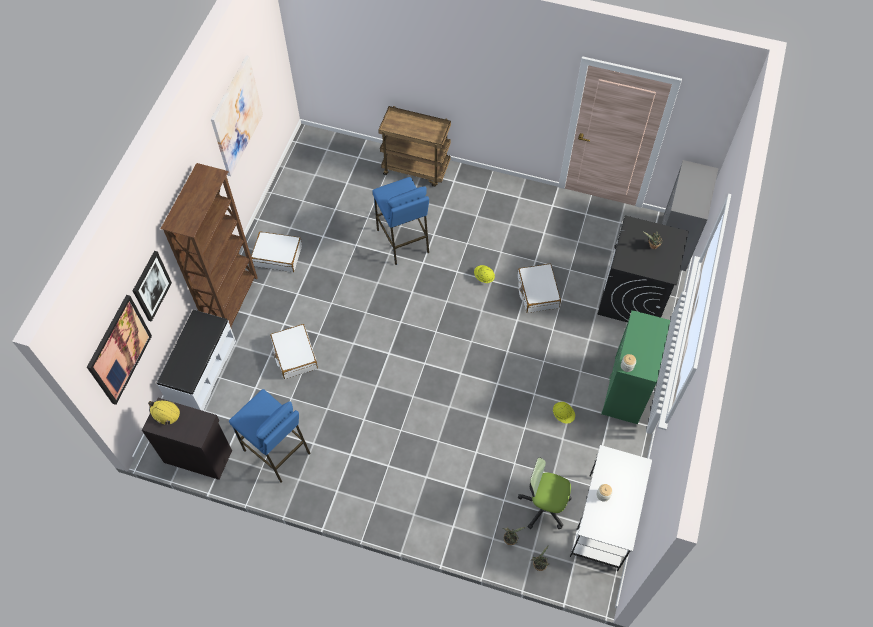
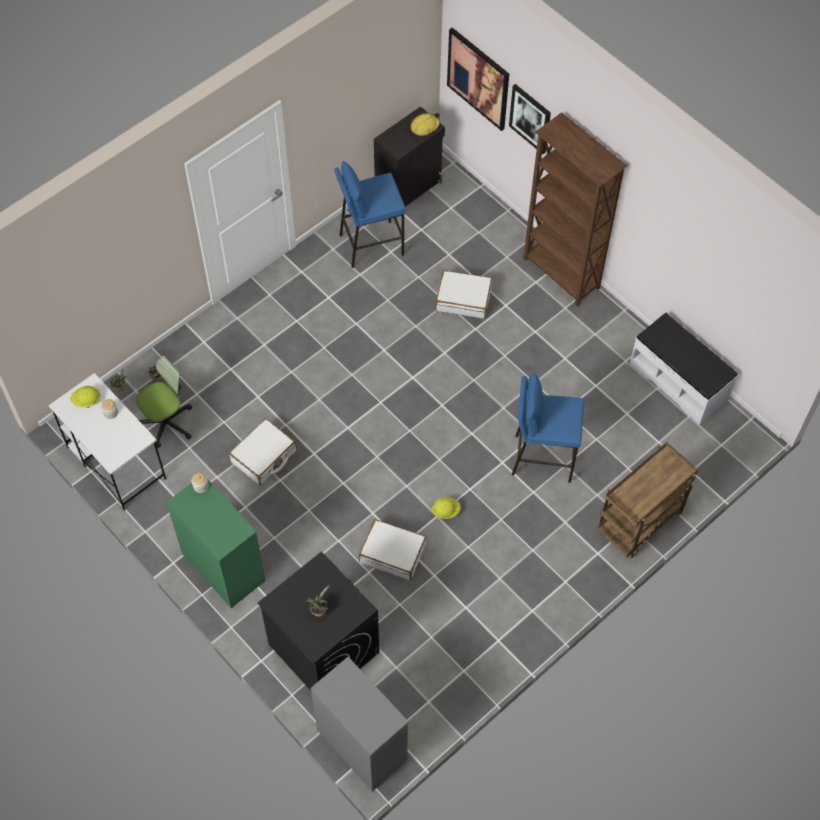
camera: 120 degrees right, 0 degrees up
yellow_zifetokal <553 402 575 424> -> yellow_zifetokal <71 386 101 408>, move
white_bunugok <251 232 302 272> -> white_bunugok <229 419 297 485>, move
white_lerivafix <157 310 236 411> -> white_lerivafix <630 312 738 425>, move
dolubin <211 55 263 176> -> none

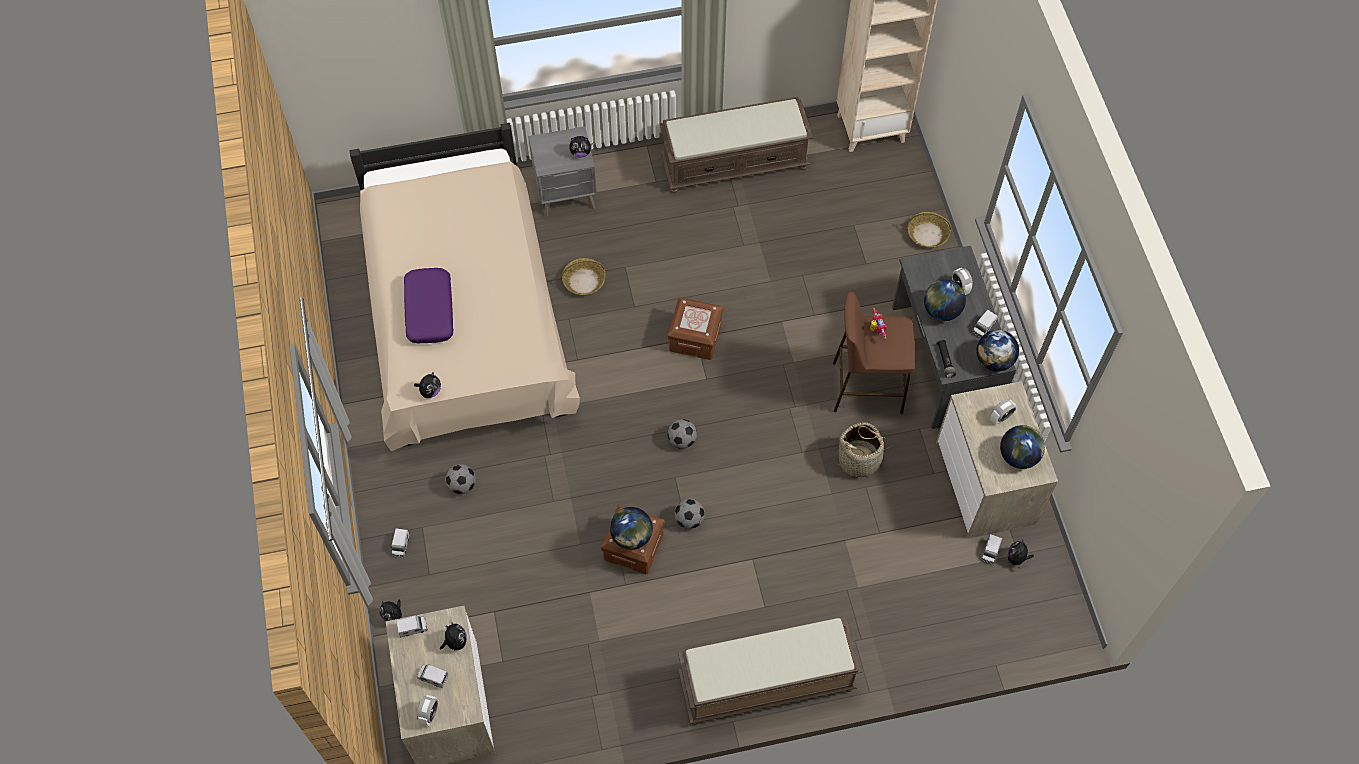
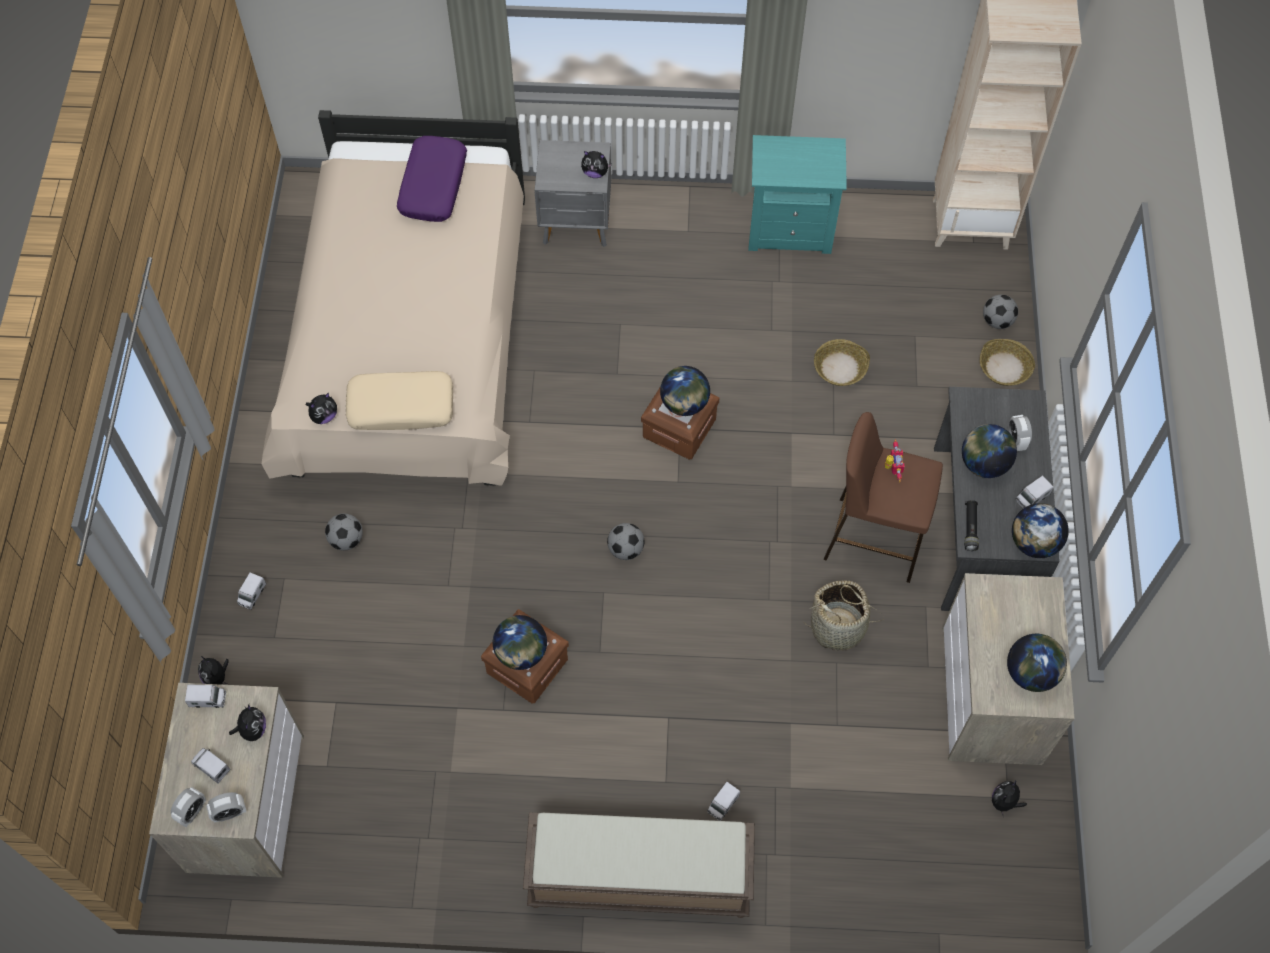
camera: 15 degrees right, 0 degrees up
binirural <990 399 1016 425> -> binirural <206 792 246 822>, move
none -> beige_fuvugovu <346 371 453 430>
purple_fuvugovu <404 268 453 343> -> purple_fuvugovu <397 136 467 222>, move
none -> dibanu <660 366 710 416>
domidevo <981 534 1002 564> -> domidevo <707 782 740 821>, move
brown_lerivafix <660 97 813 193> -> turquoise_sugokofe <748 135 847 254>
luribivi <562 258 606 295> -> luribivi <814 339 870 386>, move
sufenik <675 499 705 529> -> sufenik <983 295 1018 329>, move

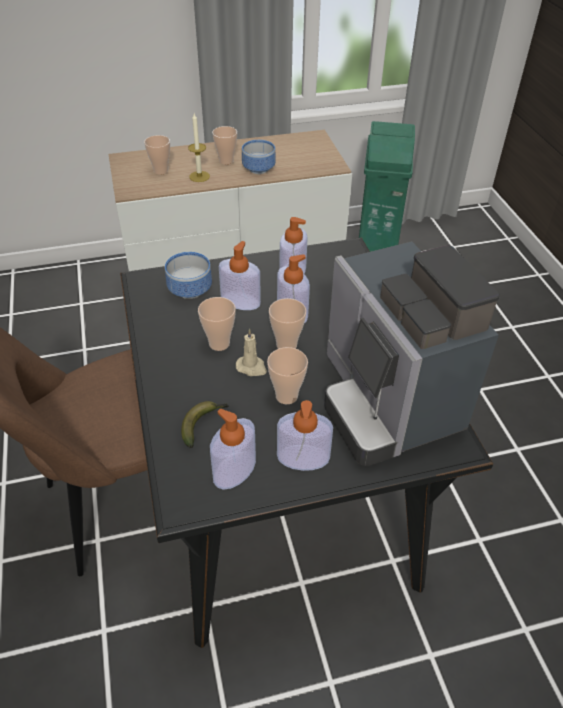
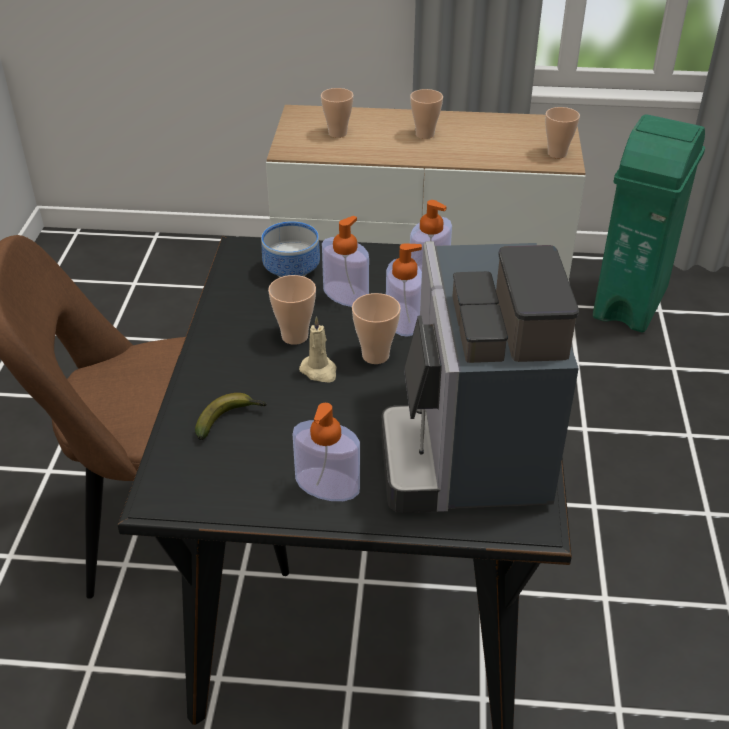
camera: 20 degrees right, 5 degrees down
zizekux <267 347 308 404> -> zizekux <545 107 580 158>, move
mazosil <188 113 210 182> -> none
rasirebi <210 409 256 490> -> none
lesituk <242 140 276 174> -> none

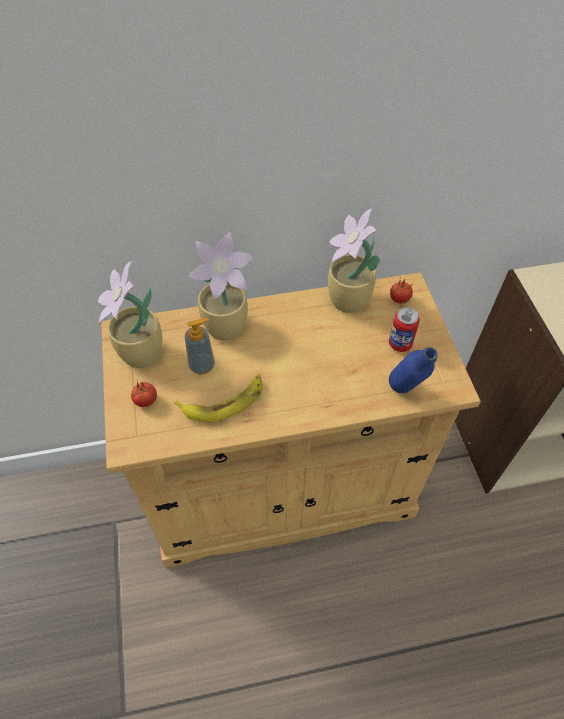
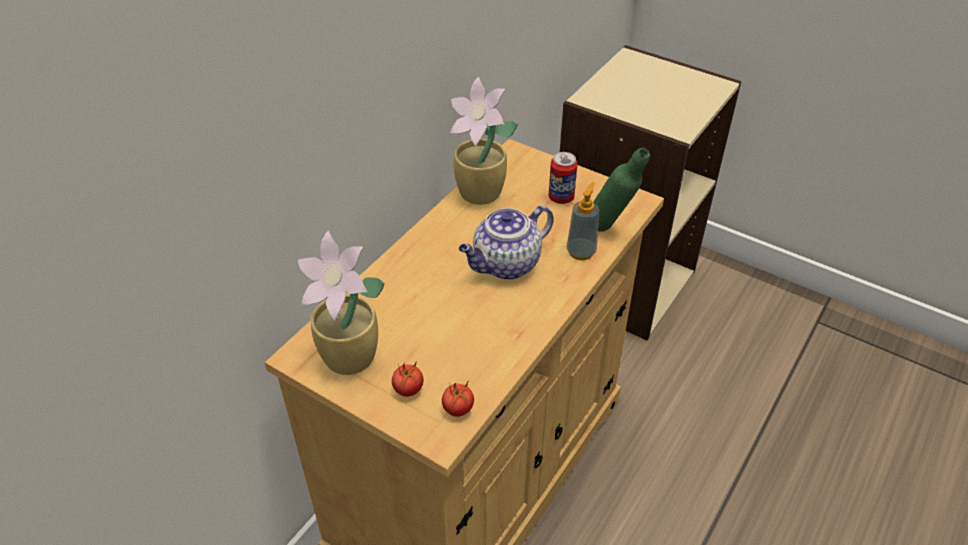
camera: 45 degrees left, 10 degrees down
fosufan <390 279 413 303> -> fosufan <442 382 474 417>, move
none -> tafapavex <459 205 554 280>
rasirebi <185 318 215 375> -> rasirebi <567 182 599 260>, move
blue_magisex <389 347 438 393> -> green_magisex <593 148 650 232>
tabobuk <174 374 263 422> -> none
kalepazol <188 232 254 341> -> none

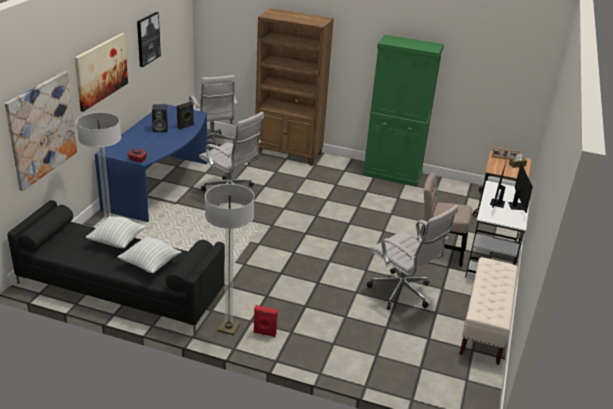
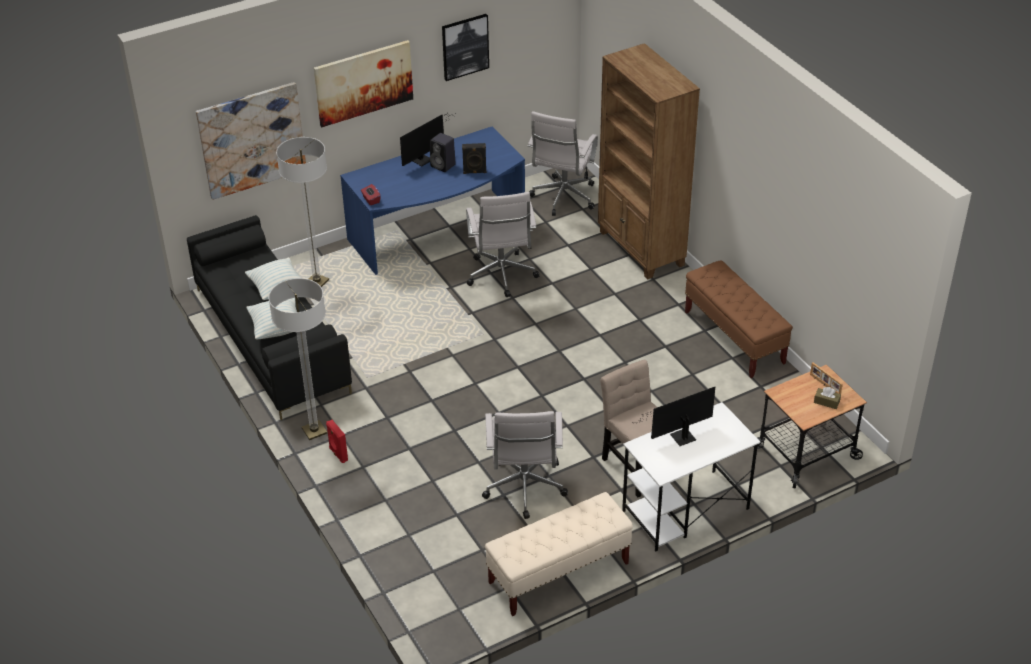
camera: 45 degrees right, 10 degrees up
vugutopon <508 161 533 213> -> vugutopon <400 112 454 167>, move
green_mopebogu <362 35 444 187> -> brown_lerivafix <685 260 793 378>

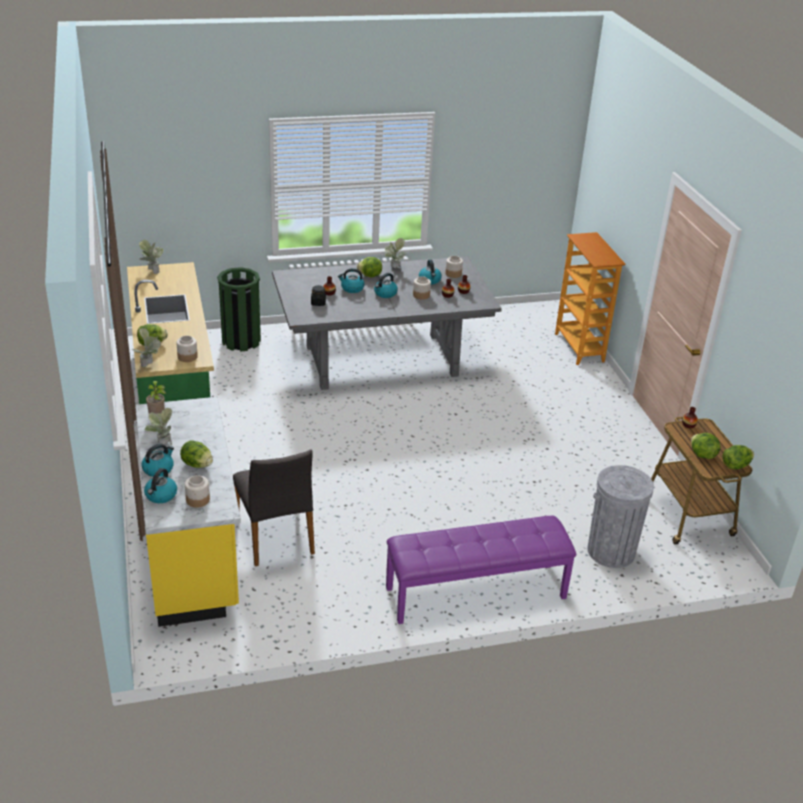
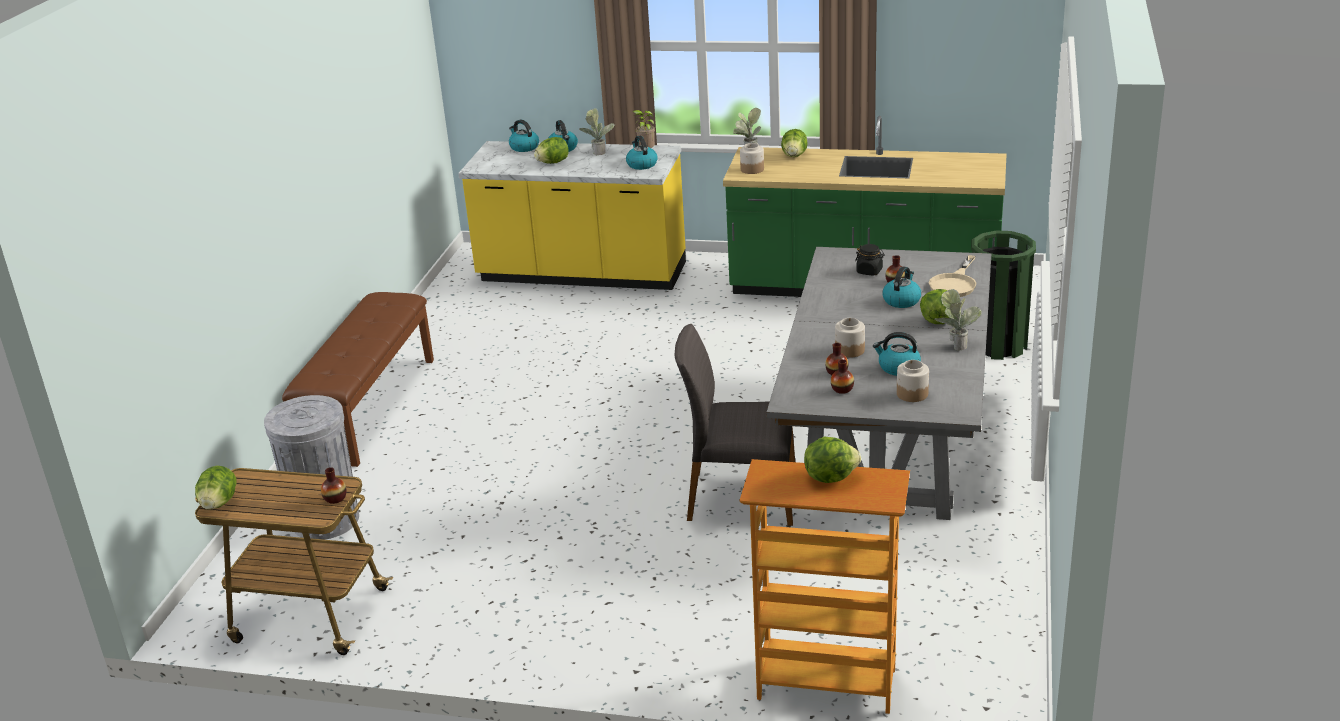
camera: 120 degrees right, 5 degrees down
purple_lerivafix <386 516 576 624> -> brown_lerivafix <282 292 434 467>
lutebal <374 273 398 298> -> lutebal <626 136 658 170>, move
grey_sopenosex <233 449 315 566> -> grey_sopenosex <674 324 795 526>, move
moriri <691 433 720 459> -> moriri <804 437 861 483>, move
none -> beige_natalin <929 255 977 297>
kalepazol <139 239 164 274> -> none
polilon <185 475 210 508> -> none

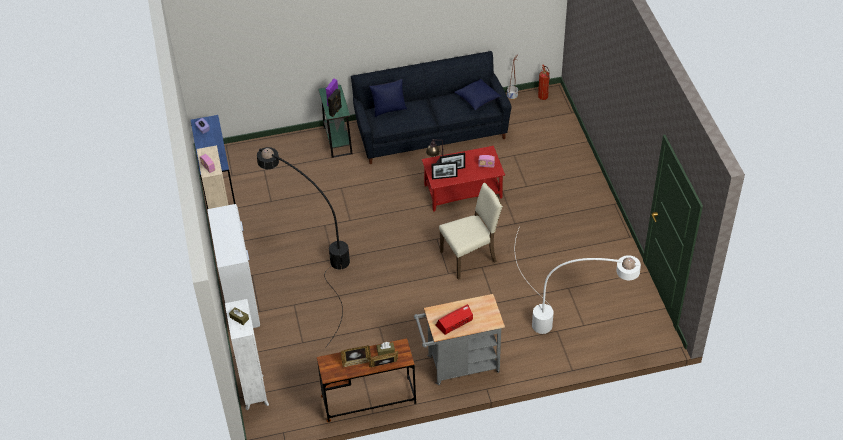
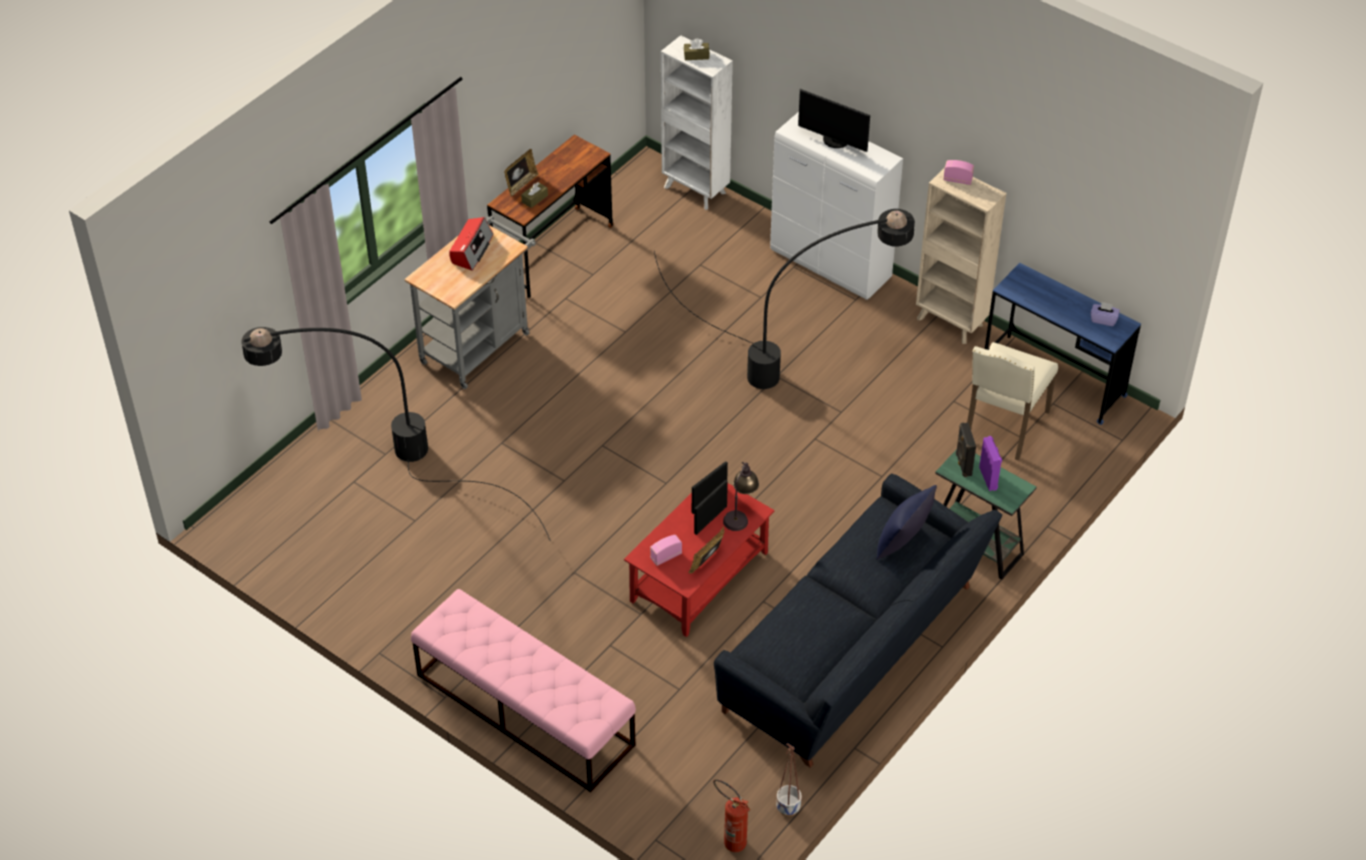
camera: 140 degrees right, 0 degrees up
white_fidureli <515 229 641 334> -> black_fidureli <242 327 551 542>
none -> pink_lerivafix <411 589 636 793>
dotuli <341 345 371 367> -> dotuli <689 526 725 574>, move
none -> vugutopon <798 89 870 152>
beige_sopenosex <439 183 503 280> -> beige_sopenosex <967 342 1058 460>, move
blue_fuvugovu <454 79 502 110> -> none

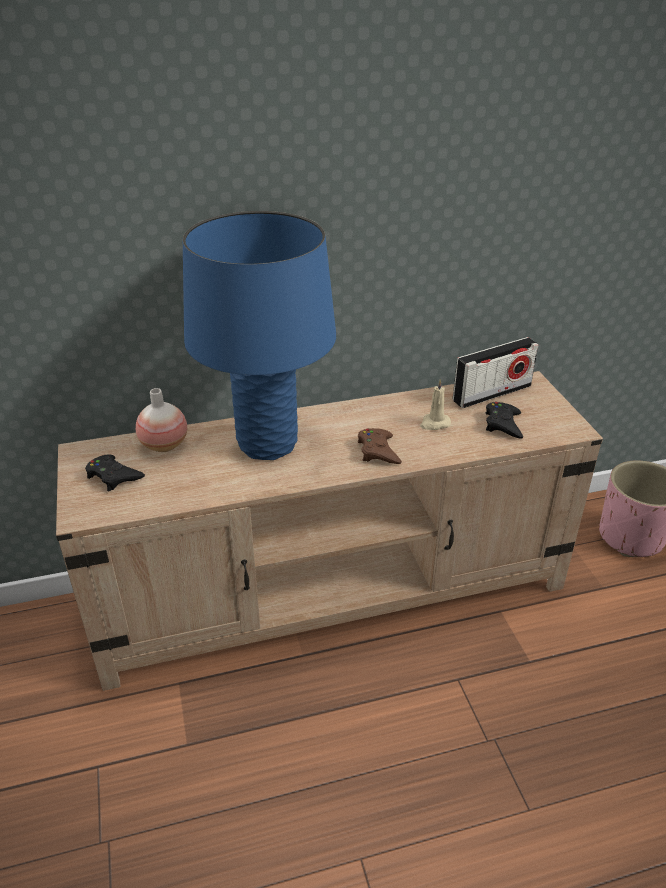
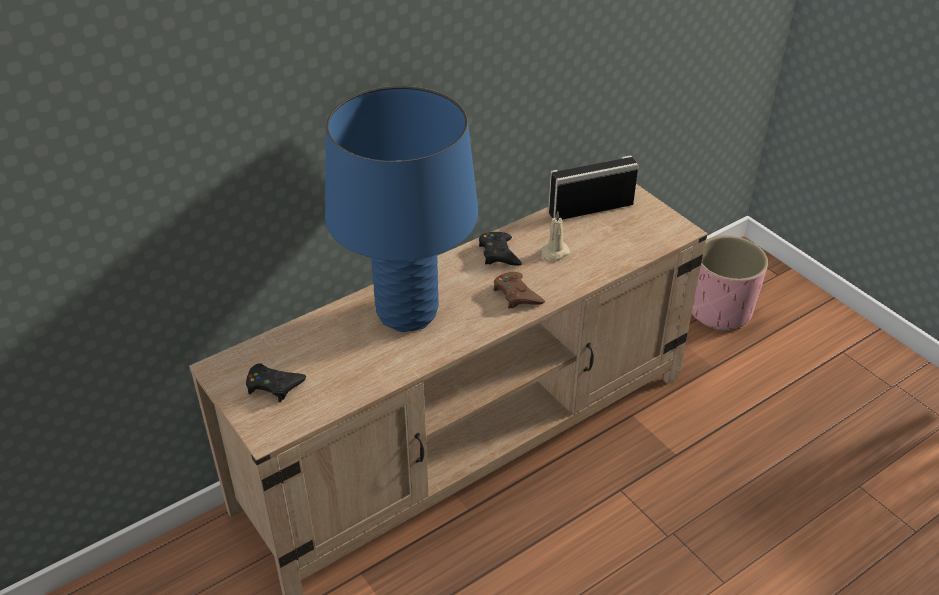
camera: 20 degrees left, 5 degrees up
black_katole <486 402 523 439> -> black_katole <479 232 522 266>, move
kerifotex <453 337 538 408> -> kerifotex <548 155 638 220>, 150 degrees counterclockwise
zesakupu <136 388 187 452> -> none

